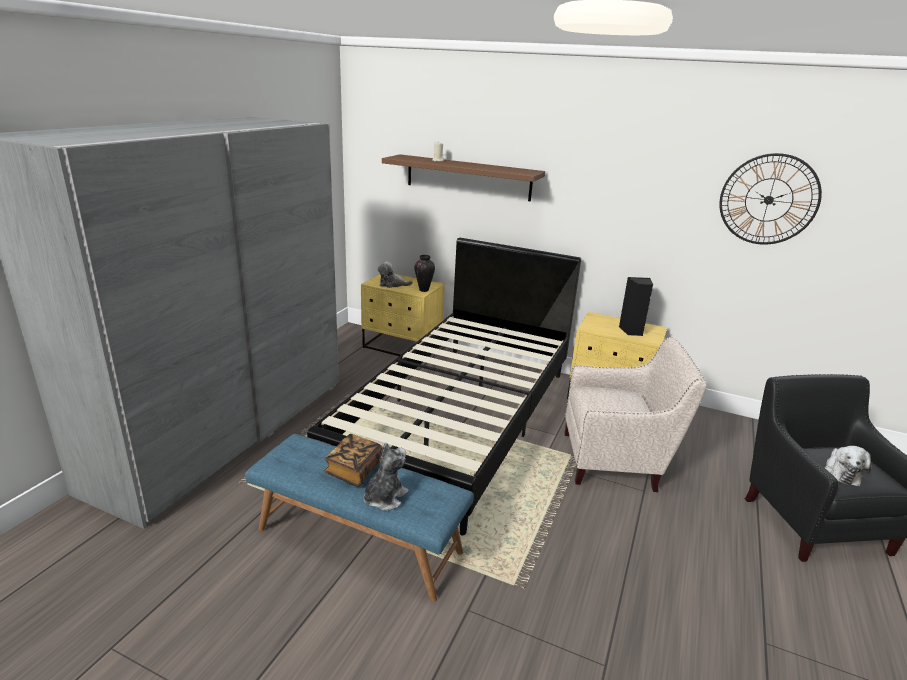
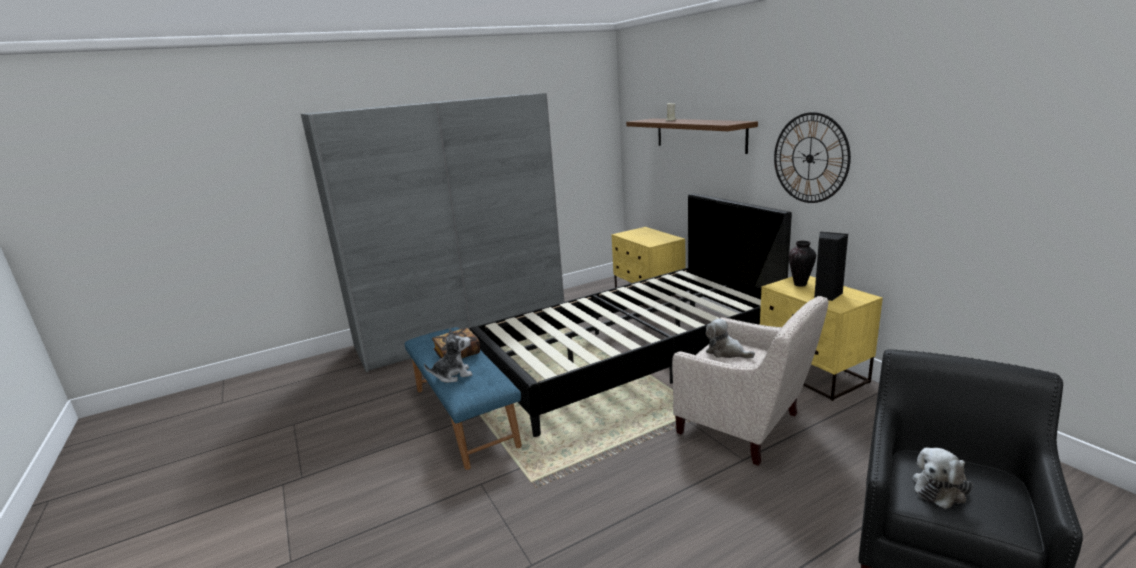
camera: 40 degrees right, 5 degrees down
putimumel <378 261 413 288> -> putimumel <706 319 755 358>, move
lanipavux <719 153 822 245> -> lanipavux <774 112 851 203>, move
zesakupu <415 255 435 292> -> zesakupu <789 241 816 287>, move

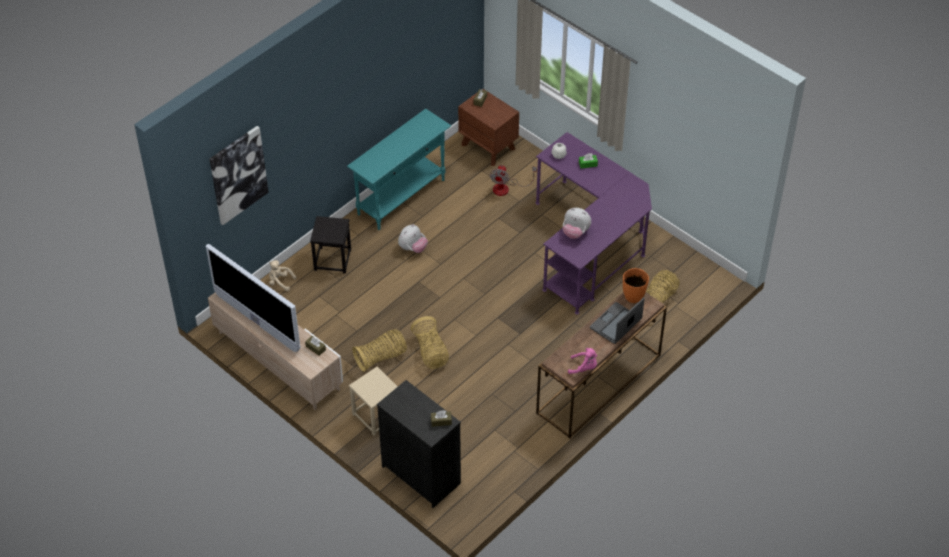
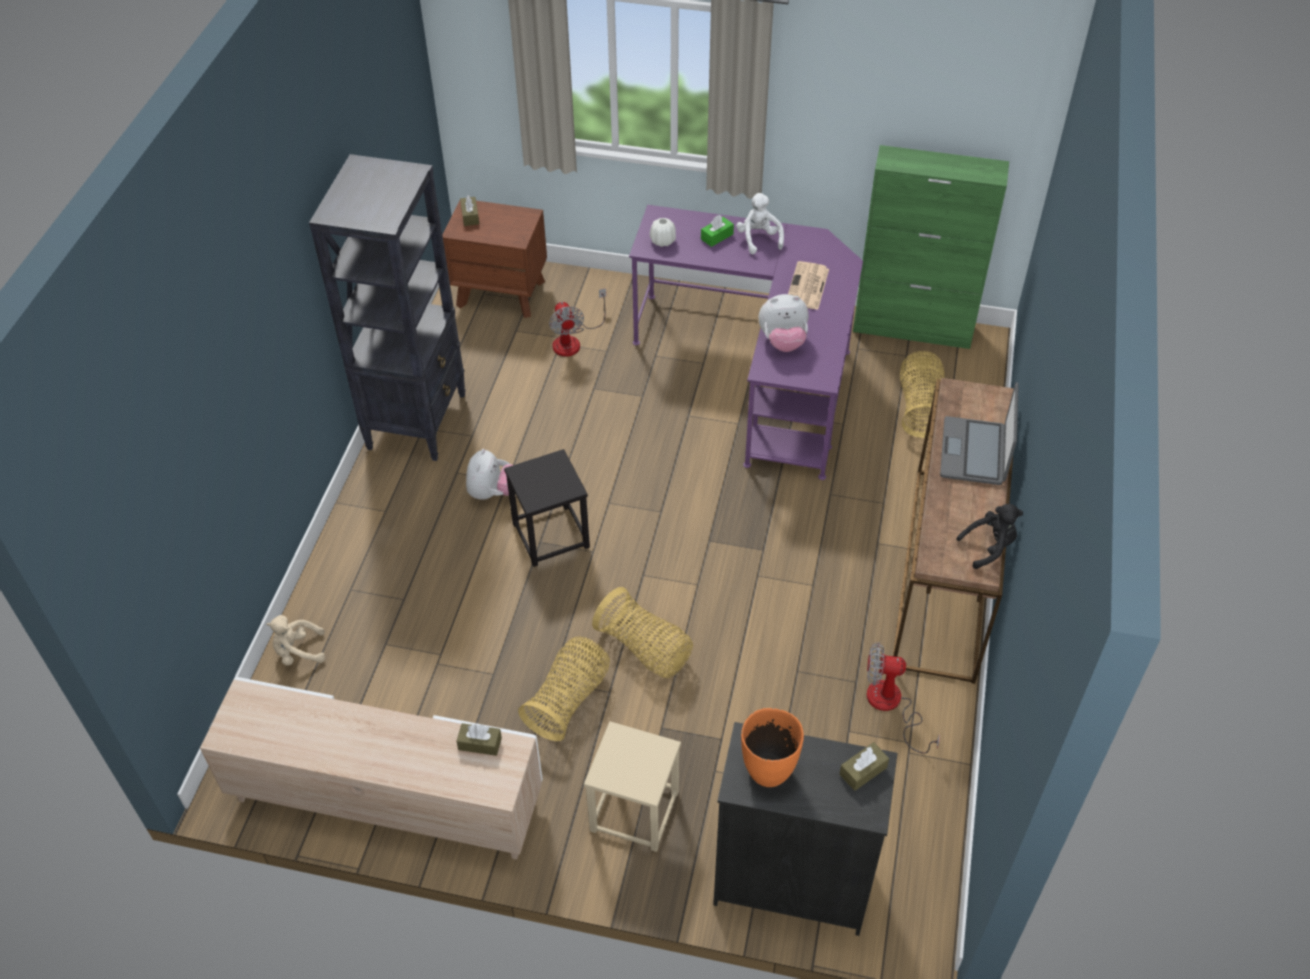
camera: 30 degrees left, 0 degrees up
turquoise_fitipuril <347 109 451 230> -> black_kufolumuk <309 154 466 461>
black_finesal <310 216 351 274> -> black_finesal <504 449 590 567>, move
none -> white_putimumel <736 193 784 254>
orange_zesakupu <623 268 649 303> -> orange_zesakupu <741 708 804 787>, move
none -> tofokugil <788 261 829 310>
none -> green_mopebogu <853 145 1009 349>
none -> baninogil <867 642 940 754>
pink_putimumel <568 348 597 374> -> black_putimumel <956 504 1023 569>
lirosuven <206 244 300 352> -> none
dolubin <210 126 269 225> -> none

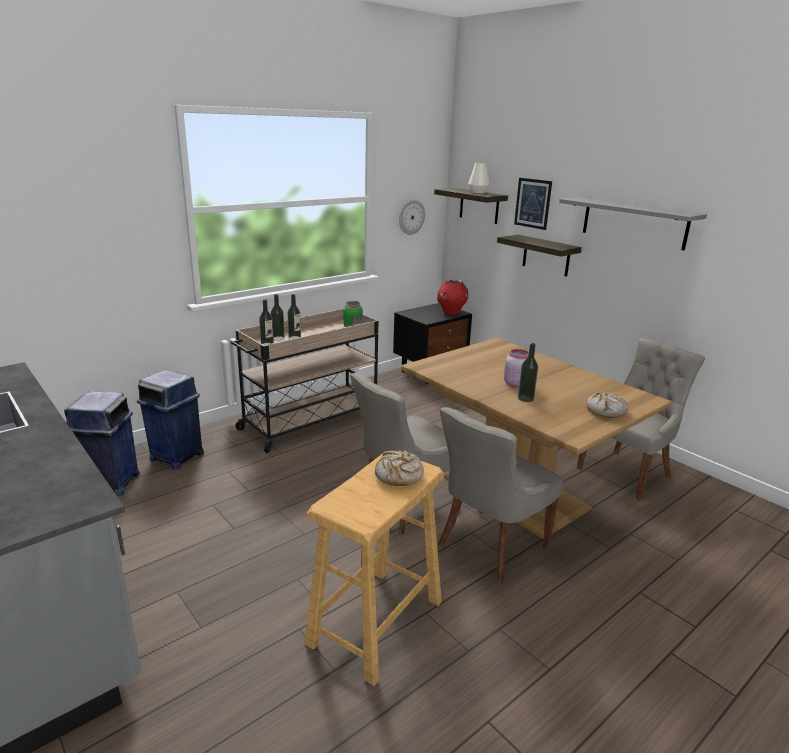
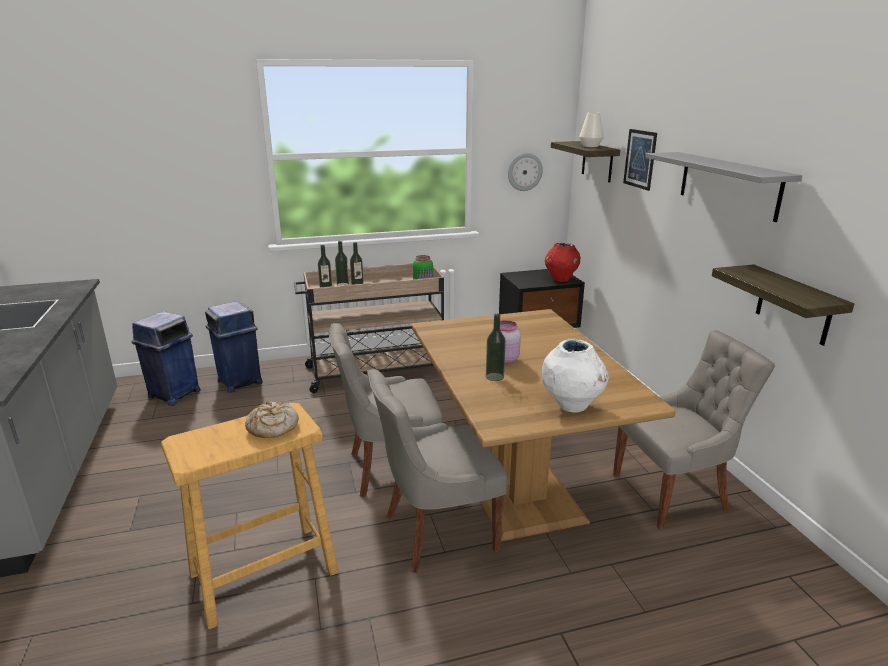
camera: 25 degrees right, 0 degrees up
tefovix <586 392 628 418> -> white_zesakupu <542 339 609 413>
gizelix <497 235 582 277> -> gizelix <712 264 854 346>, move

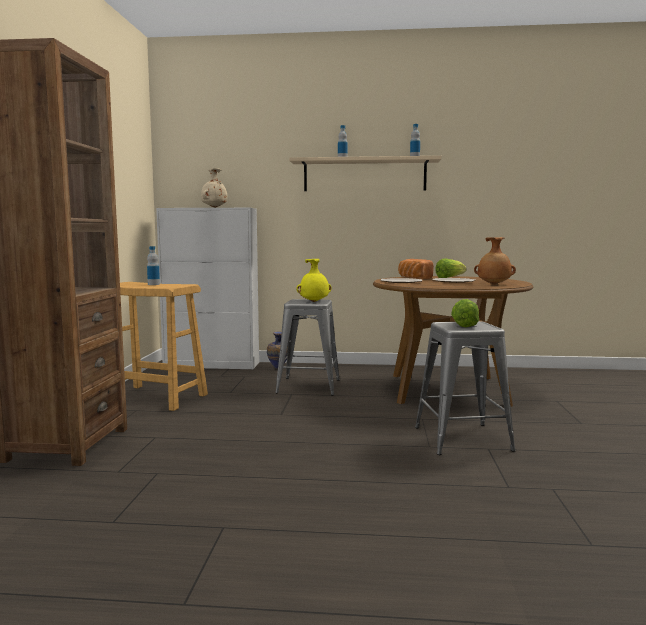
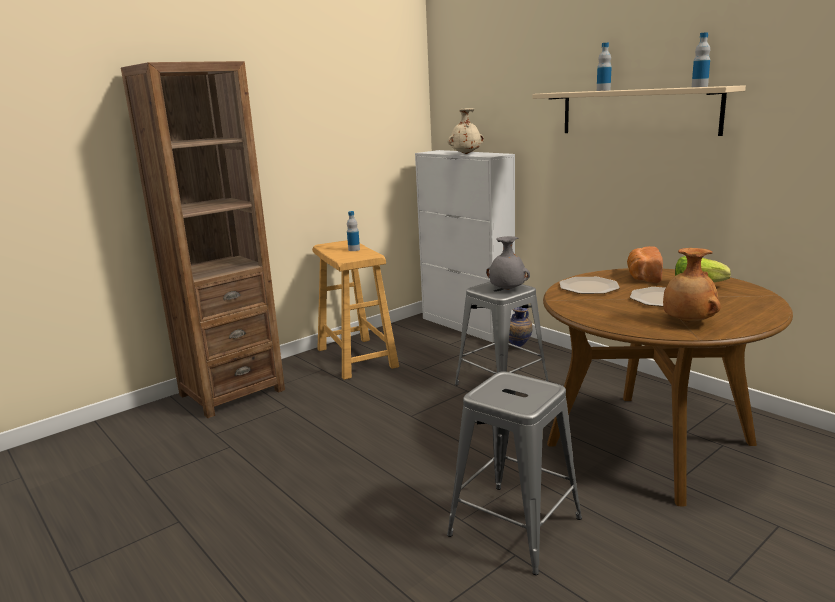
camera: 45 degrees right, 10 degrees up
yellow_zesakupu <296 259 332 302> -> grey_zesakupu <486 236 530 290>
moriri <451 299 479 327> -> none

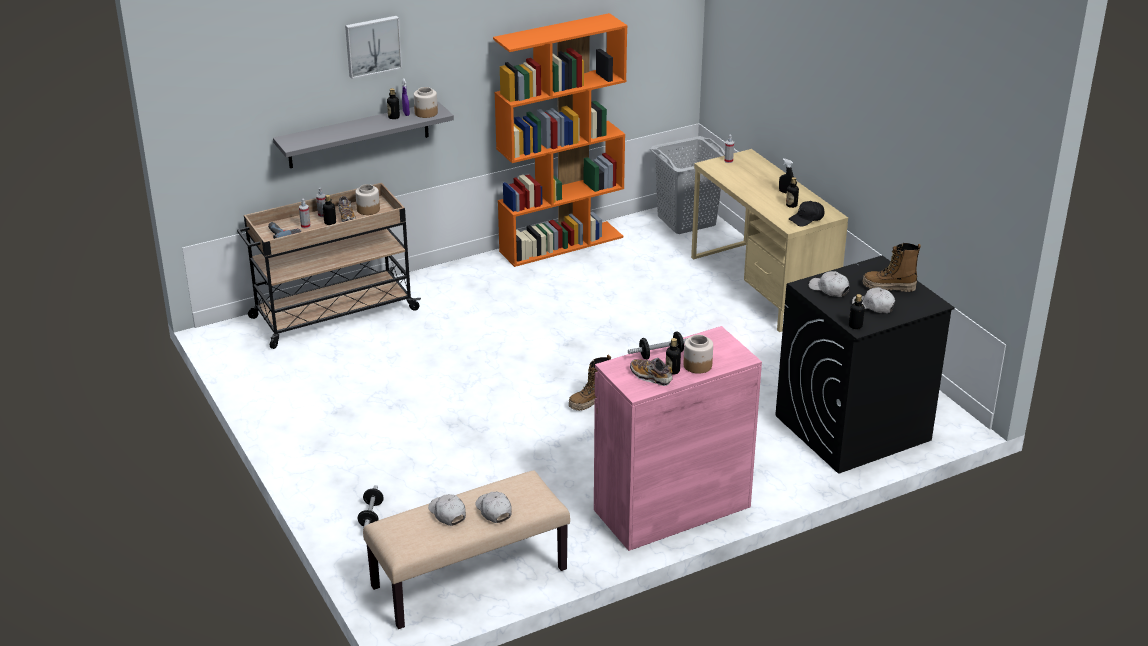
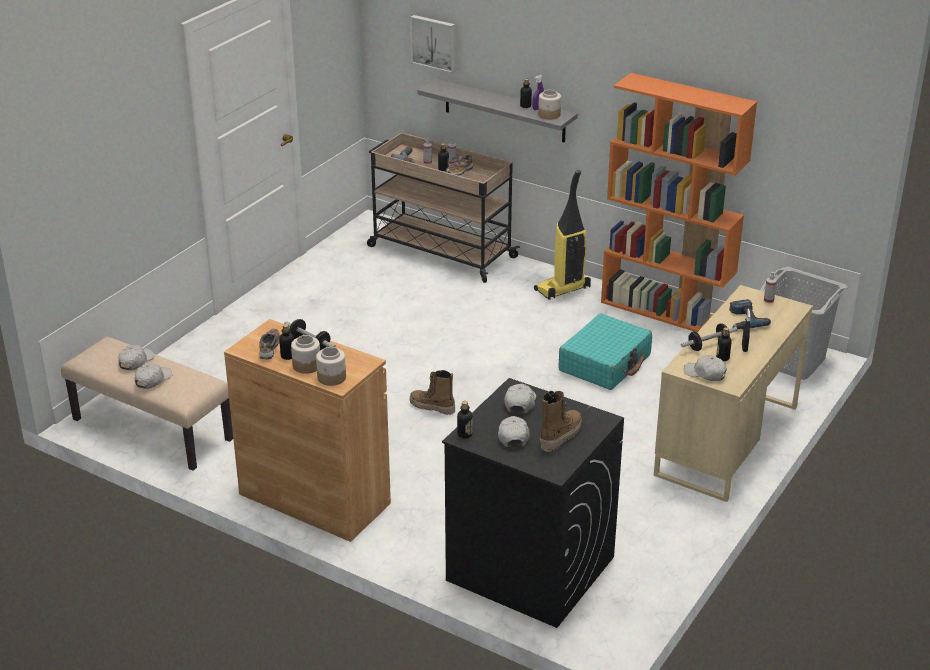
camera: 60 degrees right, 0 degrees up
pink_mopebogu <594 326 762 551> -> brown_mopebogu <224 319 391 542>
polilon <355 184 380 215> -> polilon <316 347 346 386>, move
dolubin <345 16 402 79> -> dolubin <410 15 455 73>, move
none -> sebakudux <534 170 591 300>
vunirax <863 243 921 292> -> vunirax <540 391 581 452>, 60 degrees clockwise
none -> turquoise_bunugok <559 314 652 390>
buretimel <358 485 384 527> -> buretimel <681 323 737 351>, move
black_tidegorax <789 201 824 227> -> white_tidegorax <683 355 727 381>
none -> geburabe <729 299 771 329>

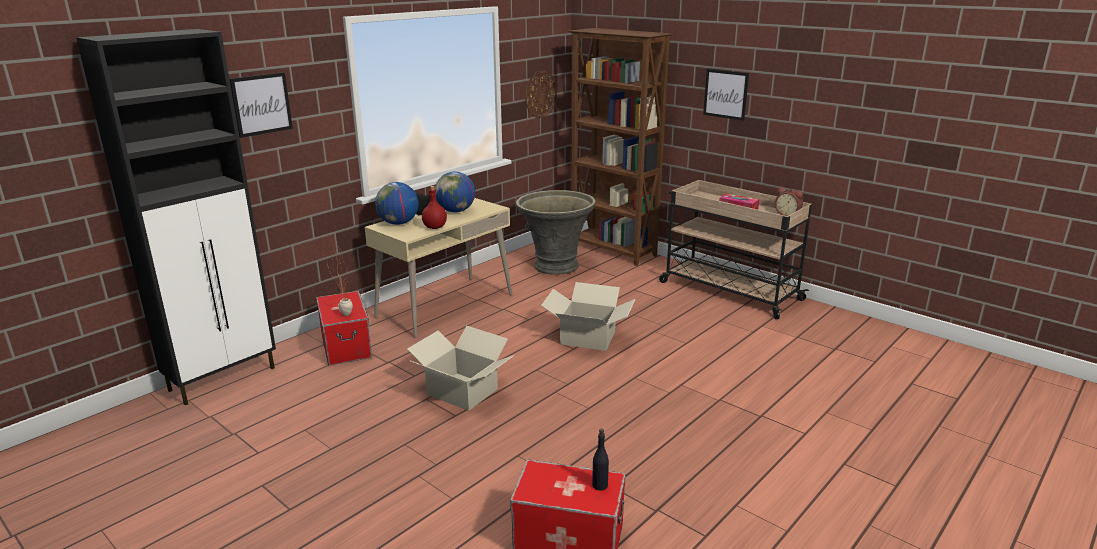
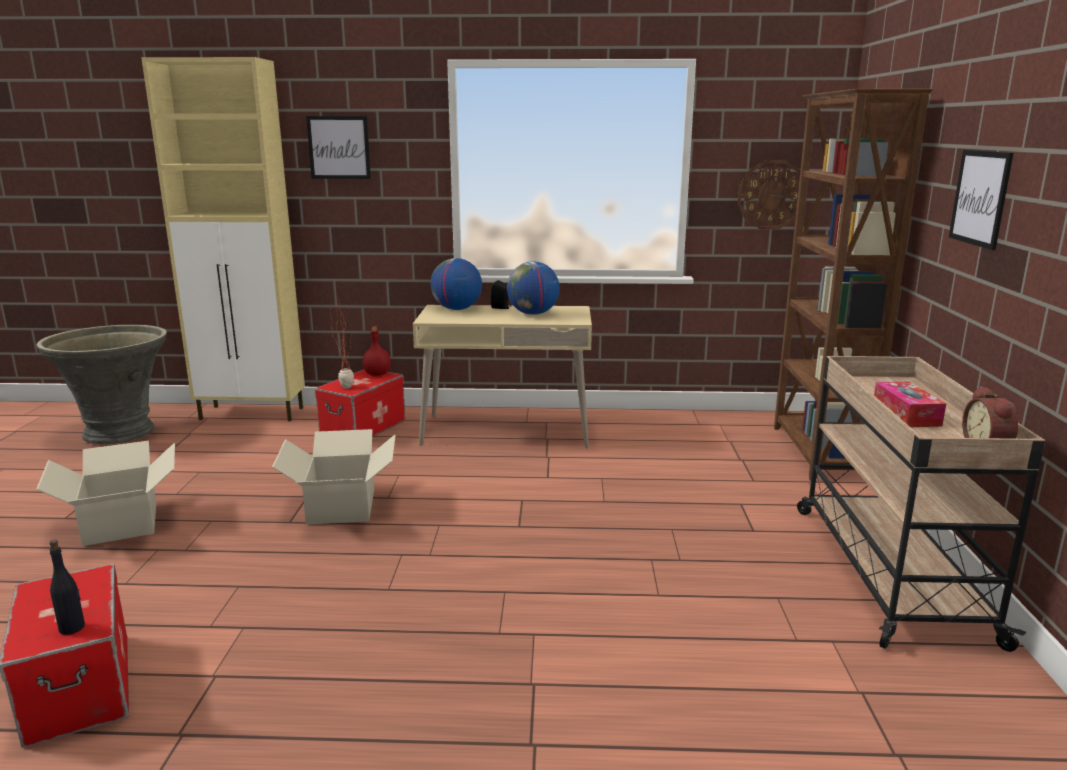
camera: 50 degrees right, 5 degrees down
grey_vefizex <516 190 595 275> -> grey_vefizex <36 325 167 444>, move
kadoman <541 282 635 351> -> kadoman <36 441 175 546>, move
black_mopebogu <76 29 276 405> -> beige_mopebogu <141 57 305 421>
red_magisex <422 186 447 229> -> red_magisex <362 326 391 376>, move

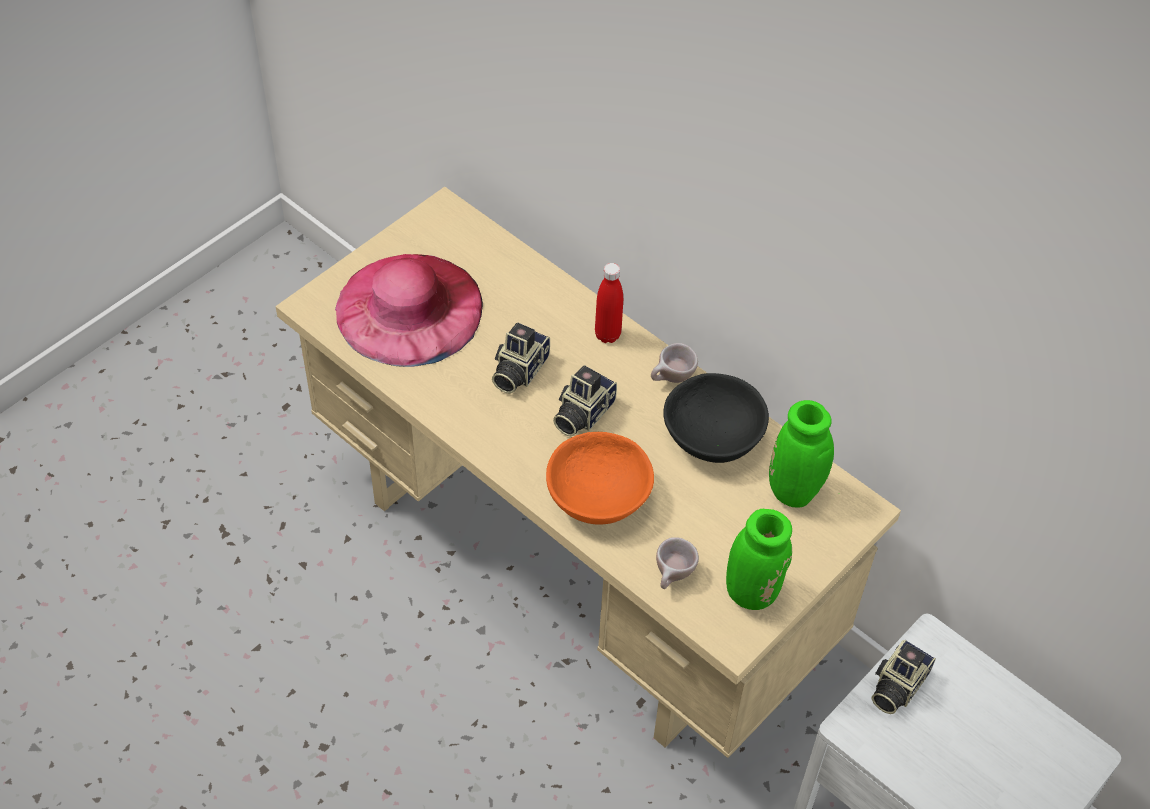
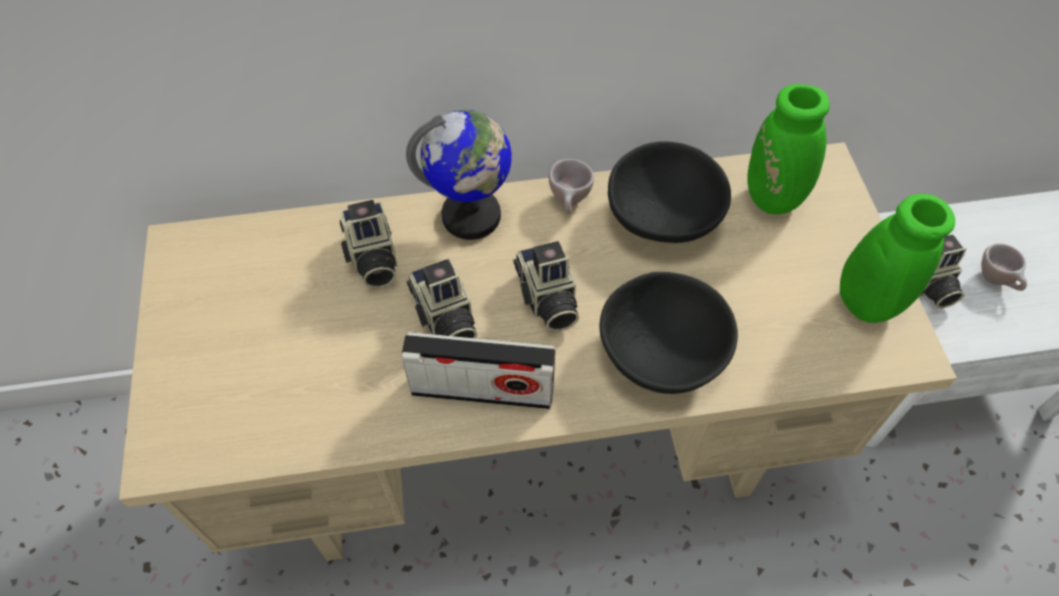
camera: 50 degrees left, 5 degrees up
none -> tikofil <340 200 398 288>
none -> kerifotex <401 332 555 409>
red_magisex <595 263 623 343> -> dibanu <406 110 512 240>
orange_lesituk <546 432 654 525> -> black_lesituk <600 272 738 394>
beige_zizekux <656 538 699 589> -> beige_zizekux <981 243 1027 291>, move
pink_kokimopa <335 254 483 367> -> none

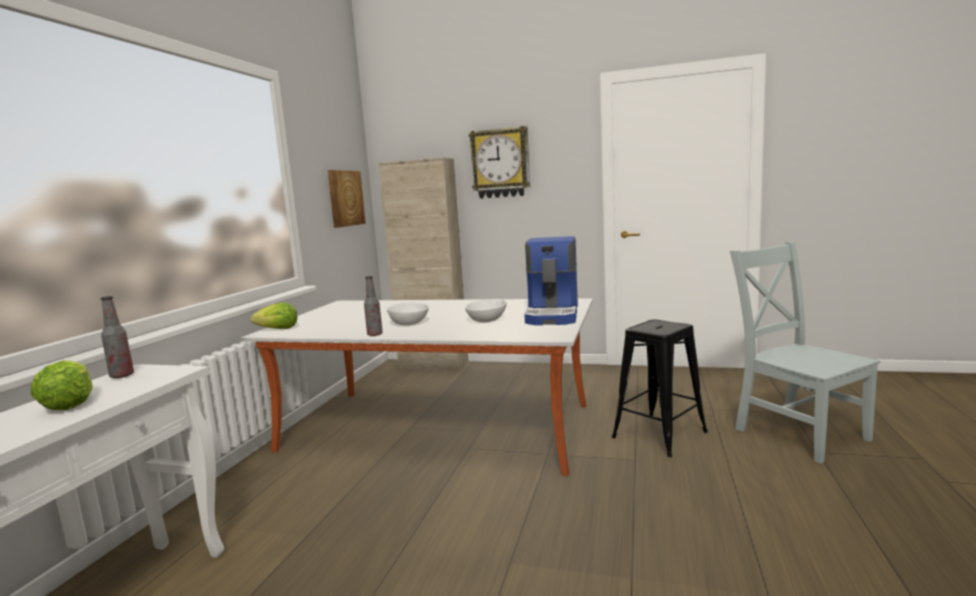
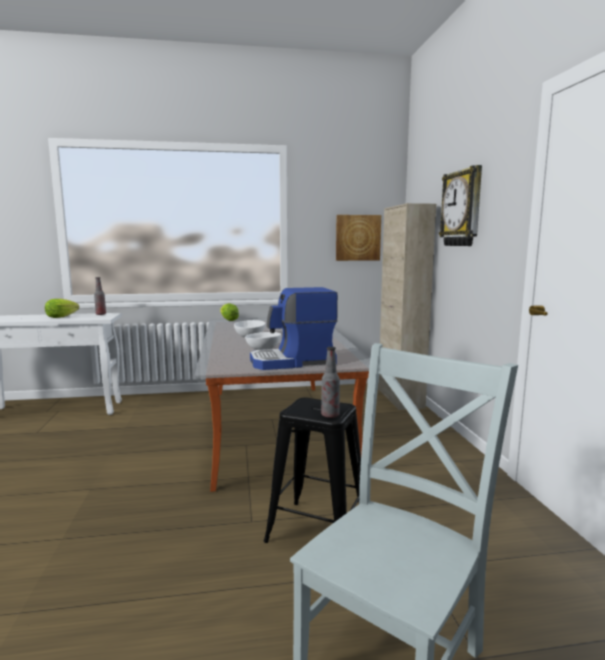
camera: 65 degrees right, 0 degrees up
magisex <364 276 383 336> -> magisex <321 347 340 418>, move

